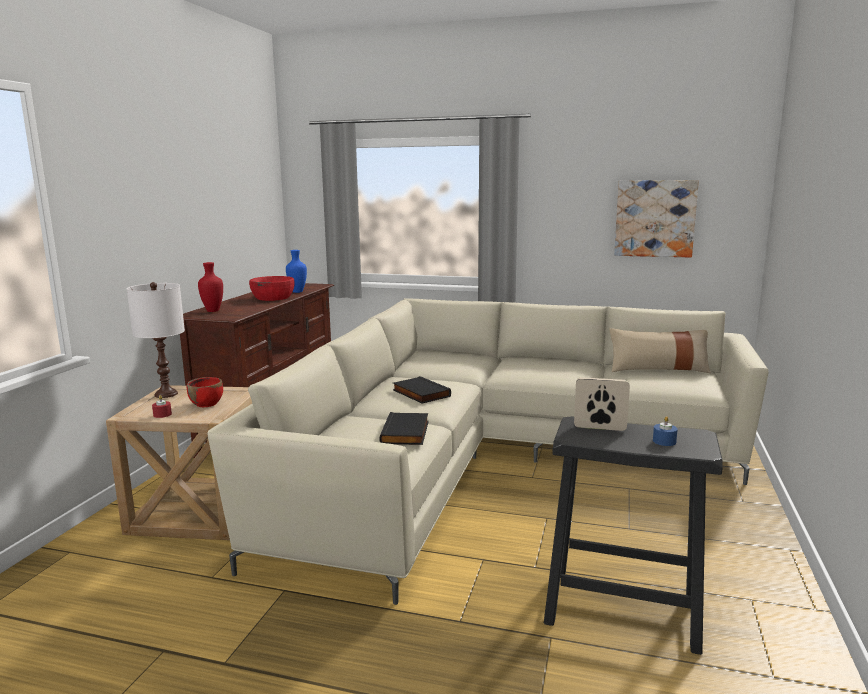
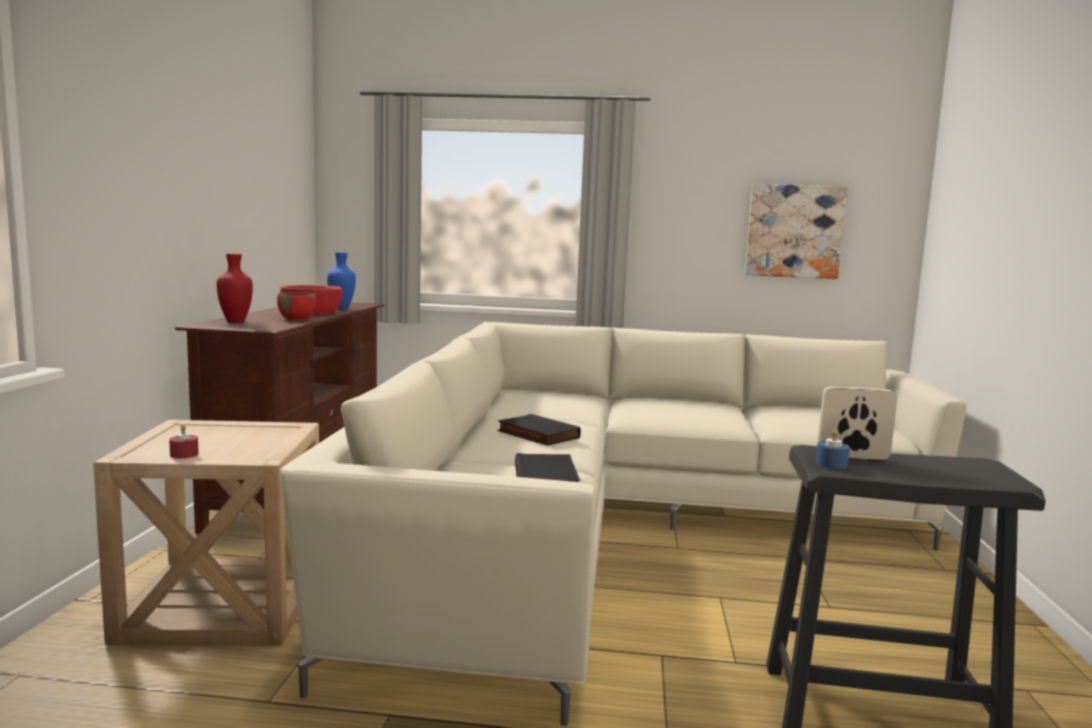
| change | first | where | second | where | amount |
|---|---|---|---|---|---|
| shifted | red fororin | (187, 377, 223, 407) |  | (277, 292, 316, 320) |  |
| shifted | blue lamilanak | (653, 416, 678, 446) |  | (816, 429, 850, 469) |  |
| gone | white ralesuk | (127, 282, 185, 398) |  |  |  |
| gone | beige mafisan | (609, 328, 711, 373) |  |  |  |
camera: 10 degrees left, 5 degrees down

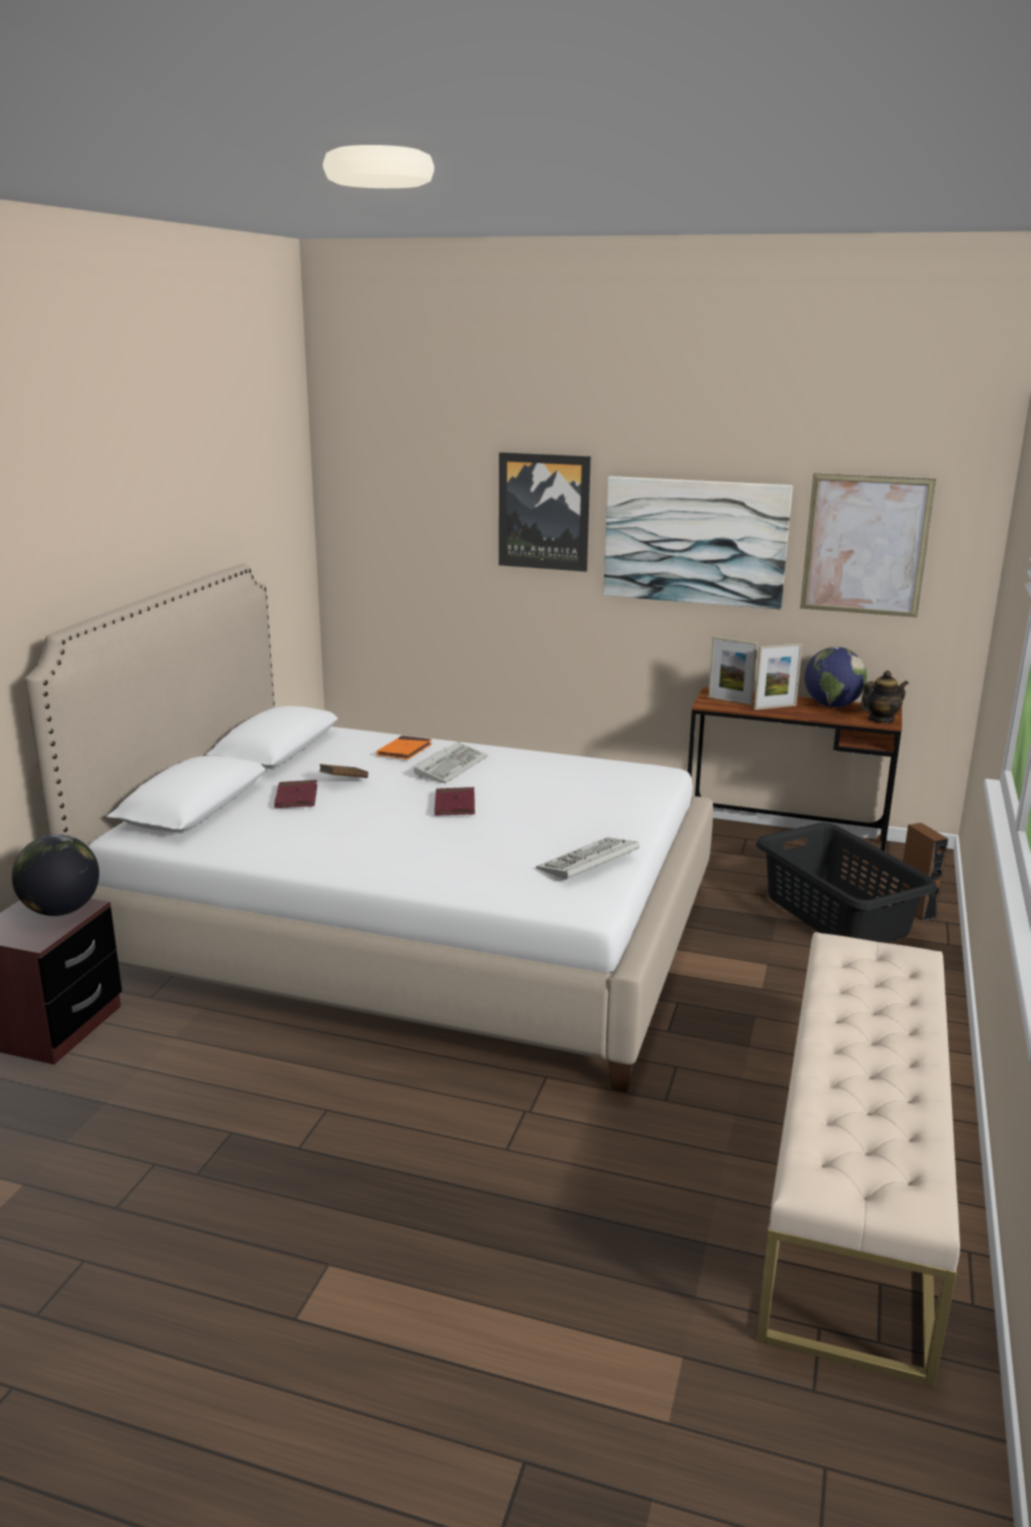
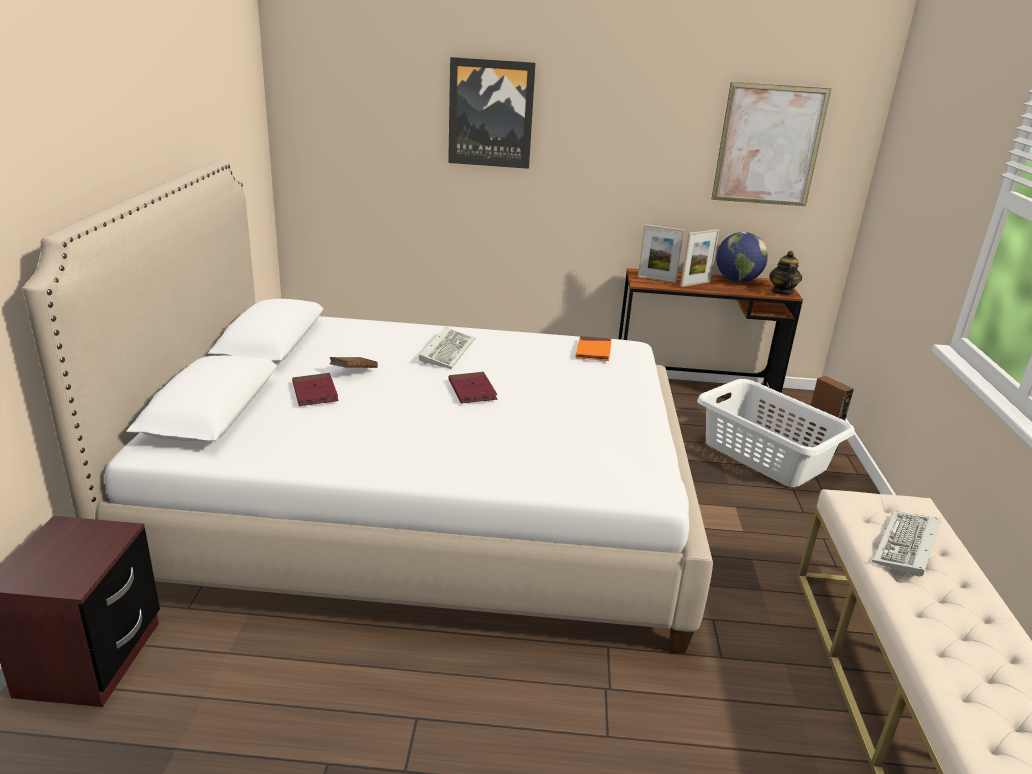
| change | first | where | second | where | amount |
|---|---|---|---|---|---|
| shifted | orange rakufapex | (377, 735, 432, 760) |  | (576, 336, 612, 361) |  |
| repainted | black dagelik | (756, 823, 937, 943) | white dagelik | (697, 379, 855, 487) |  |
| rotated | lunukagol | (860, 670, 909, 723) |  | (769, 251, 802, 295) | 45 degrees counterclockwise |
| shifted | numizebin | (536, 837, 639, 881) |  | (872, 511, 941, 577) |  |
| gone | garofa | (12, 834, 99, 916) |  |  |  |
| gone | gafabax | (603, 476, 793, 609) |  |  |  |
camera: 15 degrees left, 5 degrees up

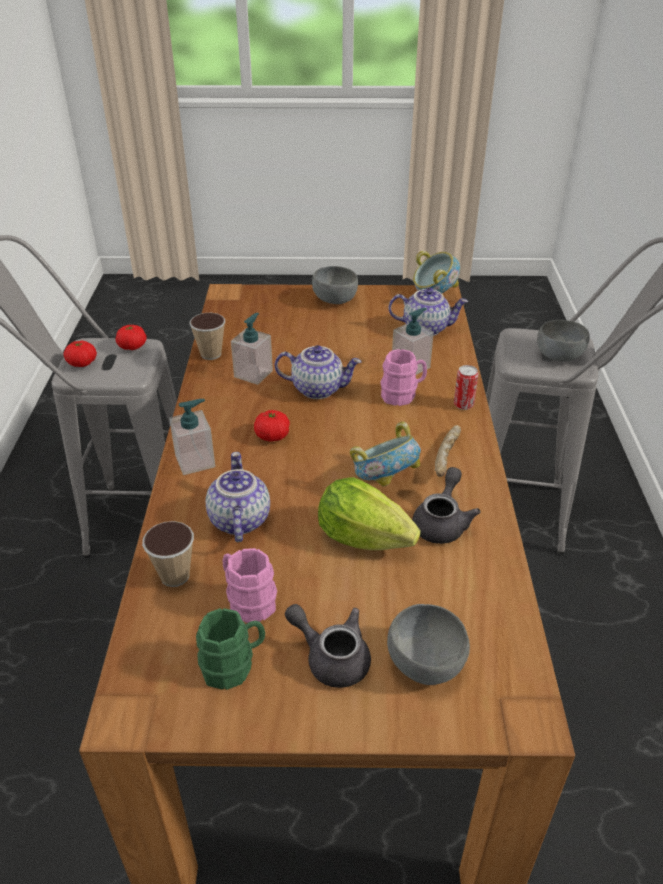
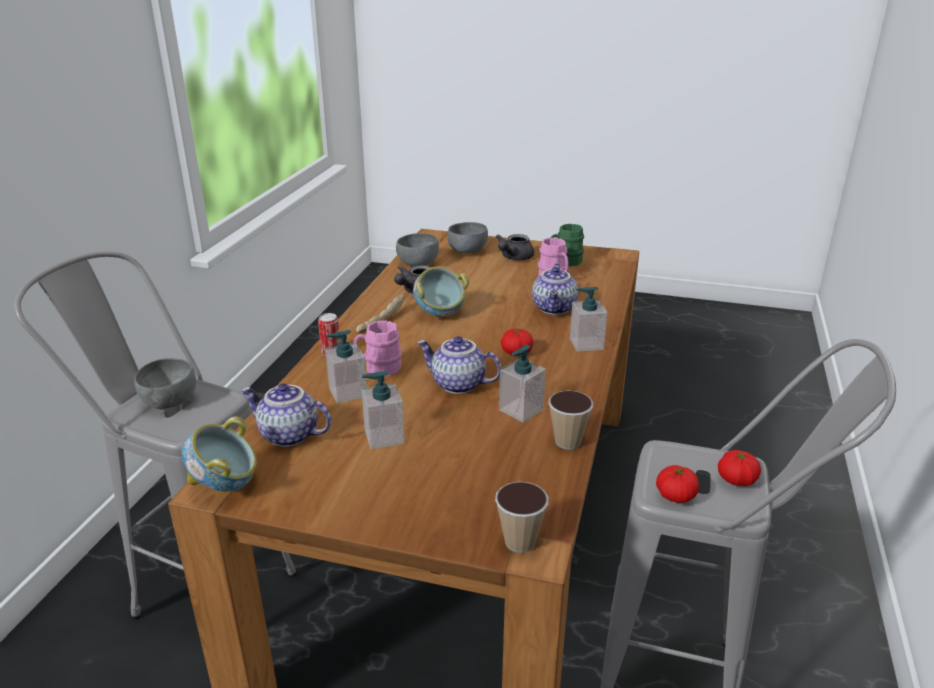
| change | first | where | second | where | amount |
|---|---|---|---|---|---|
| new |  |  | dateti | (362, 371, 404, 449) |  |
| shifted | grey fororin | (312, 266, 358, 304) |  | (396, 233, 439, 267) |  |
| shifted | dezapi | (142, 521, 194, 587) |  | (495, 482, 549, 553) |  |
| rotated | grey lunukagol | (285, 604, 371, 688) |  | (496, 234, 534, 260) | 75 degrees clockwise |
| gone | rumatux | (318, 477, 421, 550) |  |  |  |
camera: 165 degrees left, 10 degrees down

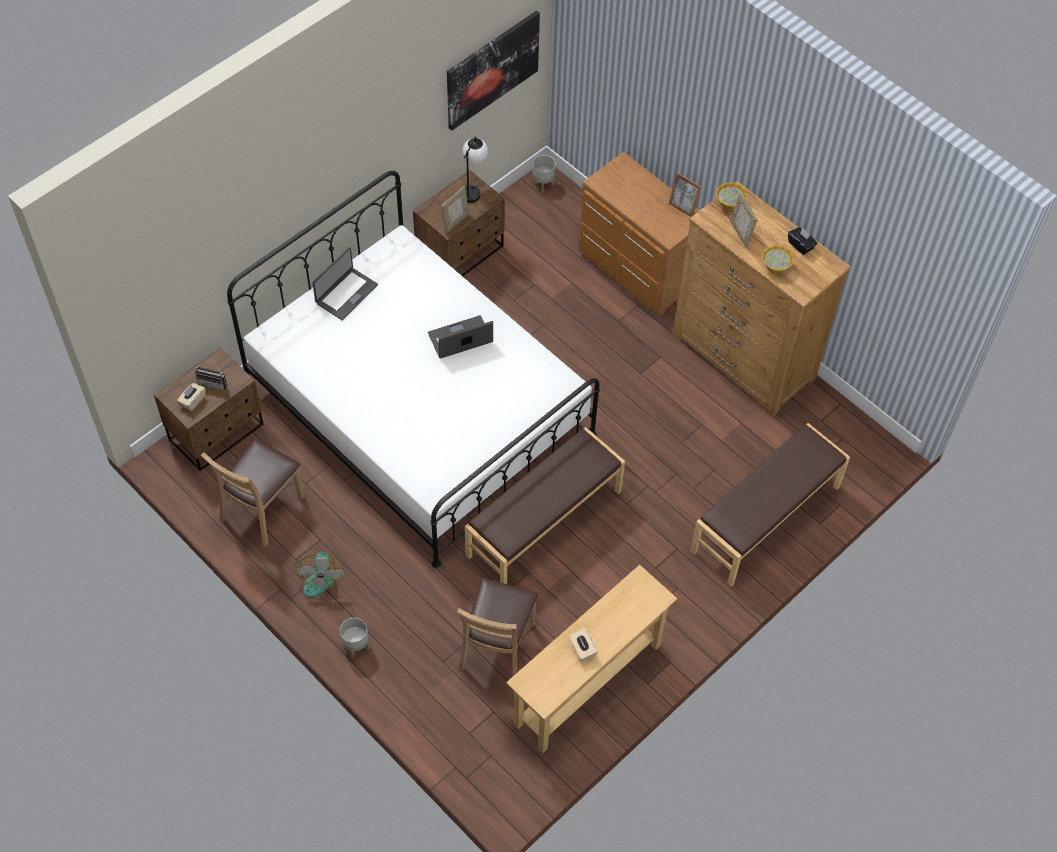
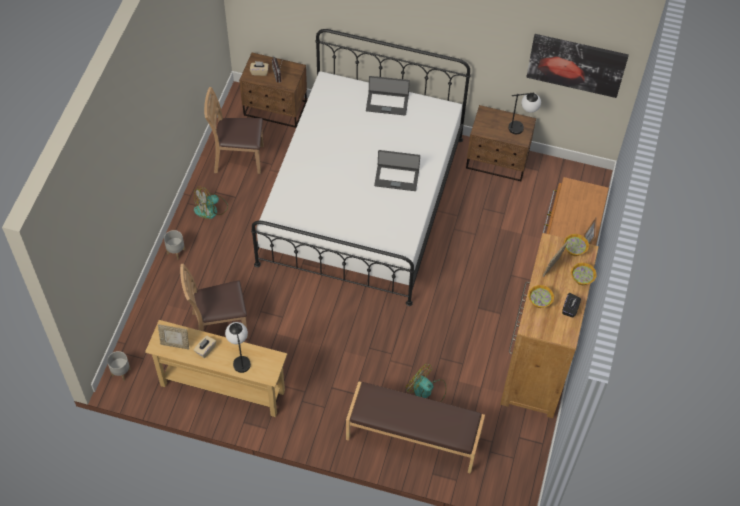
| change | first | where | second | where | amount |
|---|---|---|---|---|---|
| shifted | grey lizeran | (532, 155, 556, 193) |  | (107, 351, 131, 381) |  |
| shifted | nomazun | (441, 186, 469, 234) |  | (158, 324, 189, 350) |  |
| new |  |  | ralesuk | (225, 322, 251, 373) |  |
| rotated | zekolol | (428, 315, 493, 359) |  | (374, 150, 420, 191) | 150 degrees clockwise |
| new |  |  | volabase | (405, 364, 446, 402) |  |
| new |  |  | fororin | (571, 263, 597, 285) |  |
| gone | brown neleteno | (465, 427, 625, 584) |  |  |  |
camera: 60 degrees right, 0 degrees up

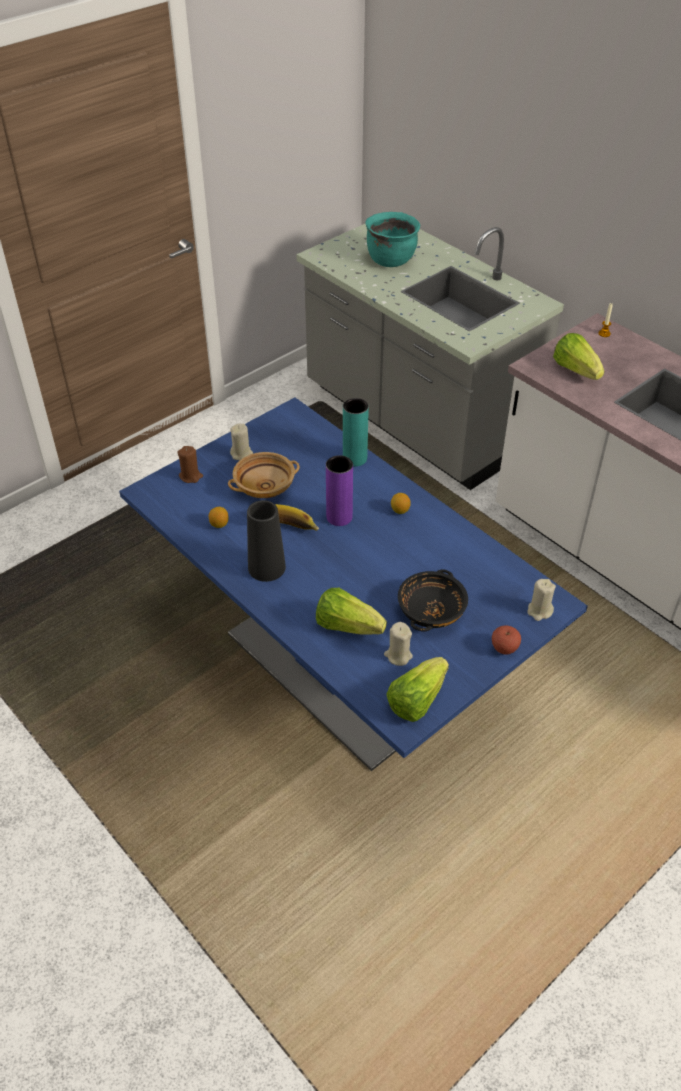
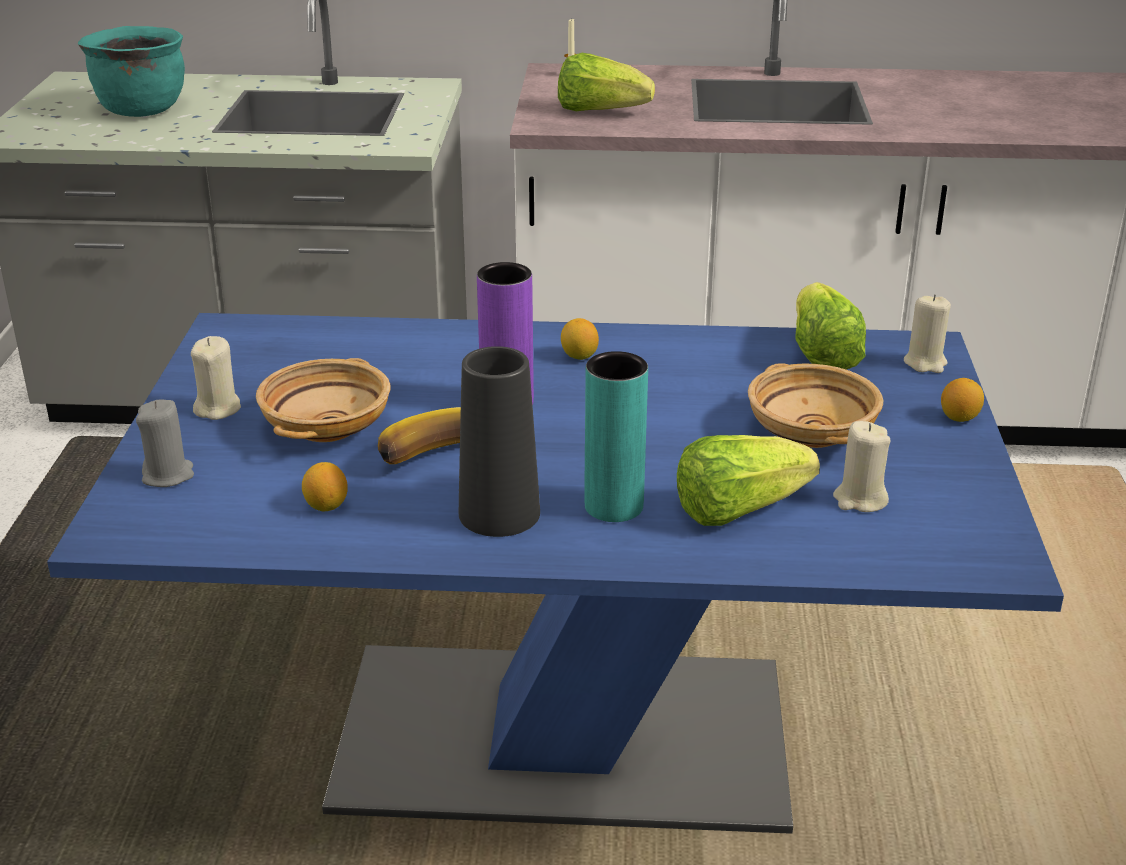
| change | first | where | second | where | amount |
|---|---|---|---|---|---|
| repainted | brown lamilanak | (177, 446, 203, 483) | grey lamilanak | (136, 399, 194, 487) |  |
| shifted | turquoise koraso | (343, 398, 369, 466) |  | (584, 351, 648, 522) |  |
| repainted | black fororin | (398, 569, 468, 632) | beige fororin | (748, 363, 884, 448) |  |
| shifted | rumatux | (386, 657, 449, 722) |  | (795, 282, 866, 370) |  |
| swapped | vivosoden | (492, 625, 521, 655) | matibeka | (941, 378, 984, 422) |  |
camera: 45 degrees left, 15 degrees down

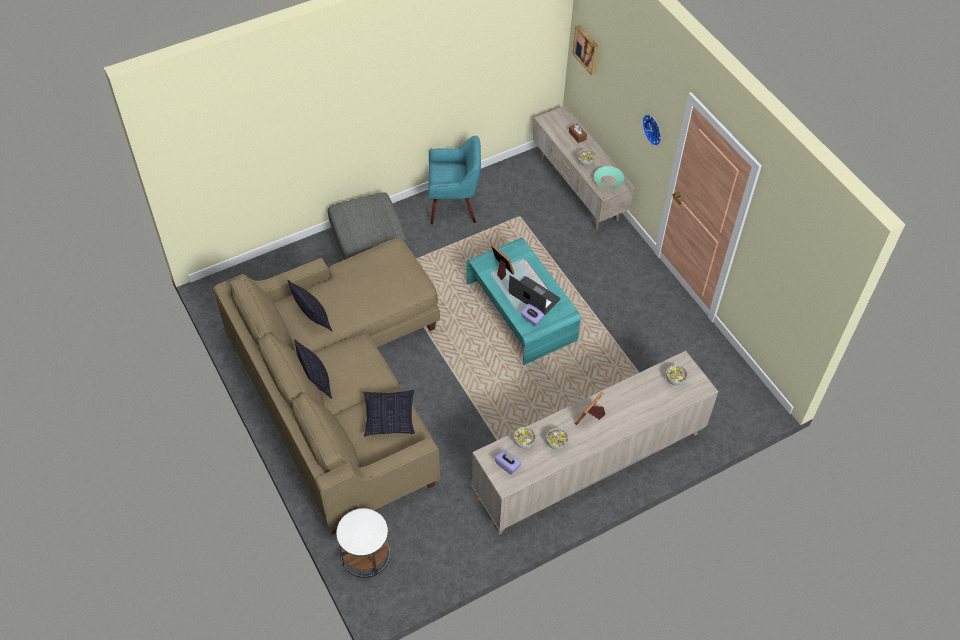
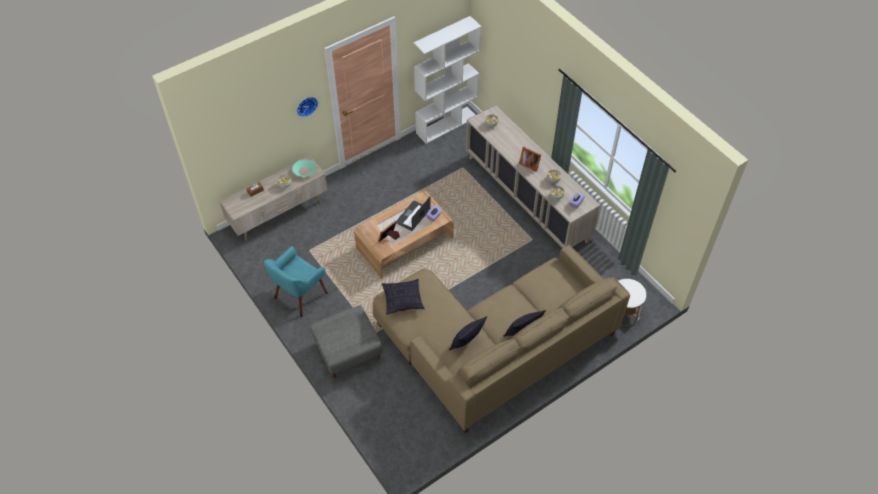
| change | first | where | second | where | amount |
|---|---|---|---|---|---|
| rotated | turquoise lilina | (428, 136, 481, 225) |  | (264, 246, 328, 317) | 135 degrees counterclockwise |
| repainted | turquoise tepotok | (466, 238, 581, 365) | brown tepotok | (354, 191, 454, 279) |  |
| shifted | mafisan | (364, 390, 415, 437) |  | (382, 279, 425, 315) |  |
| new |  |  | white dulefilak | (413, 16, 482, 144) |  |
| gone | gafabax | (573, 25, 599, 75) |  |  |  |
camera: 95 degrees left, 0 degrees up

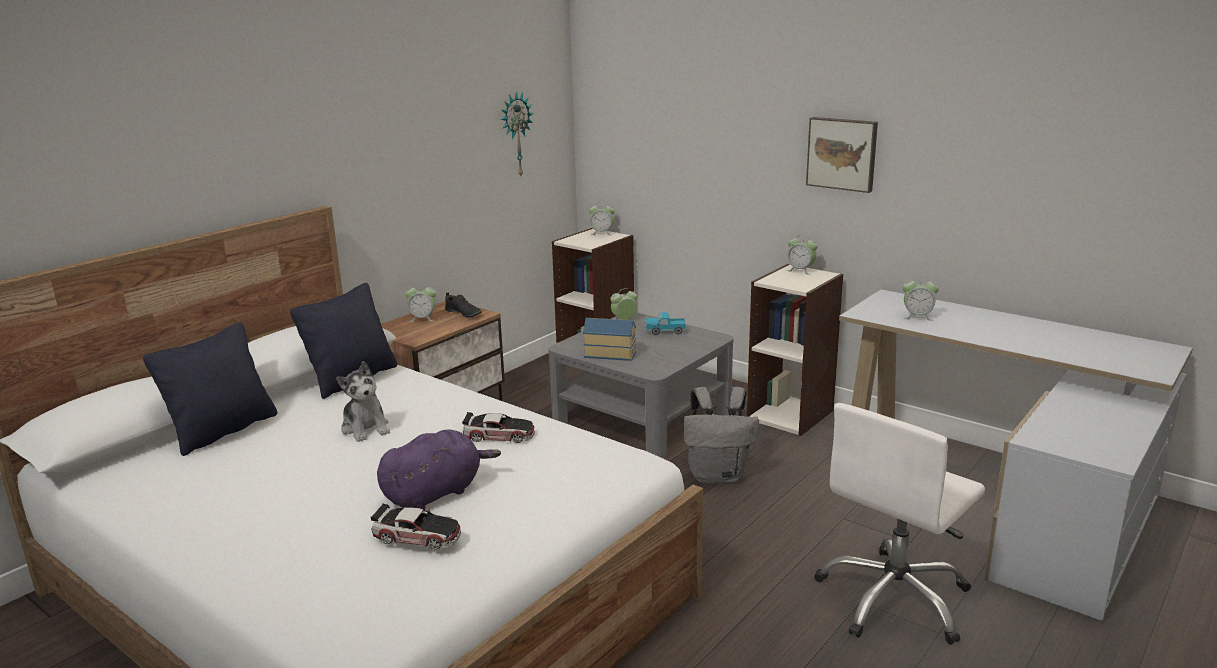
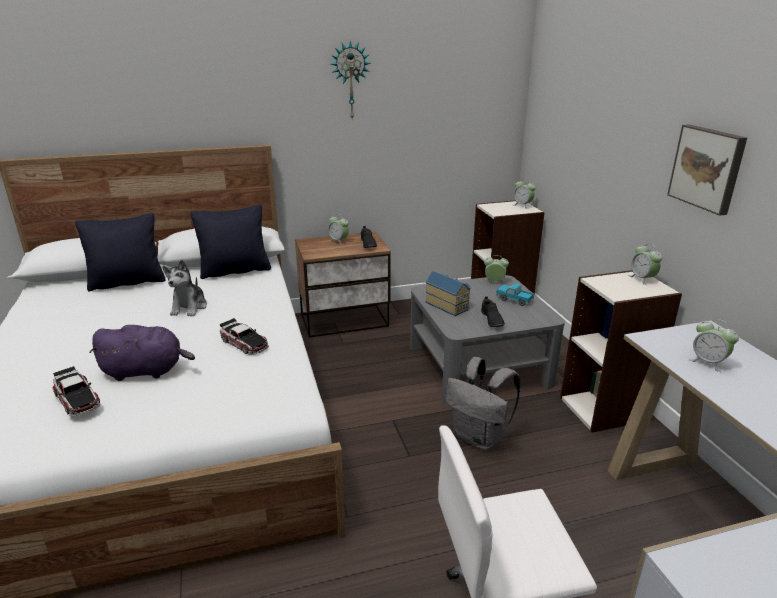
| change | first | where | second | where | amount |
|---|---|---|---|---|---|
| shifted | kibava | (501, 92, 534, 176) |  | (331, 40, 371, 119) |  |
| new |  |  | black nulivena | (481, 296, 505, 327) |  |
camera: 35 degrees right, 5 degrees up

